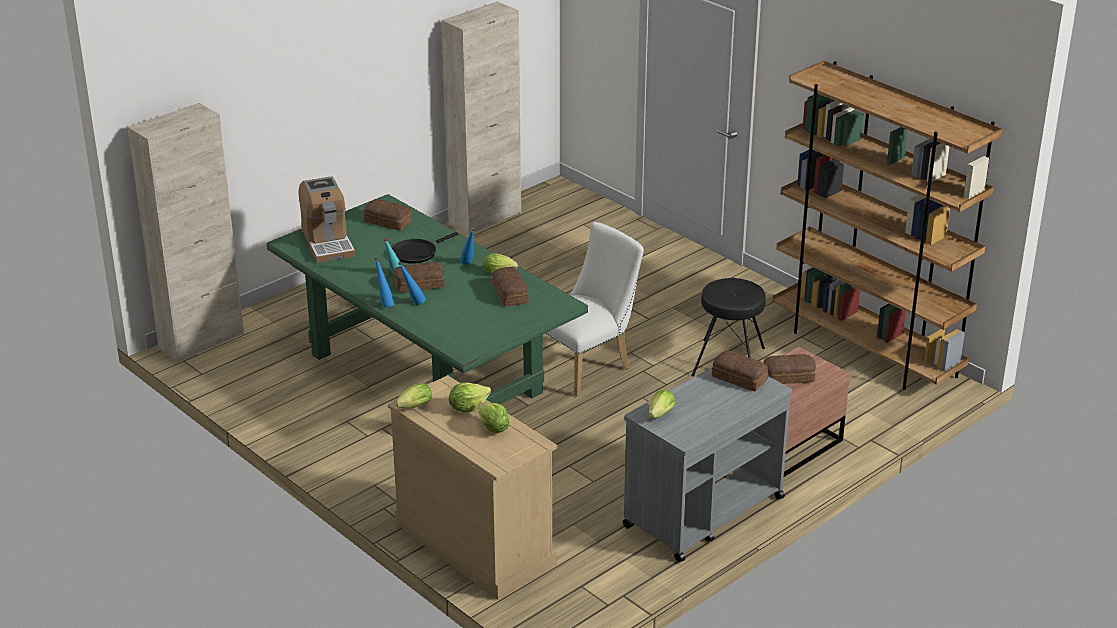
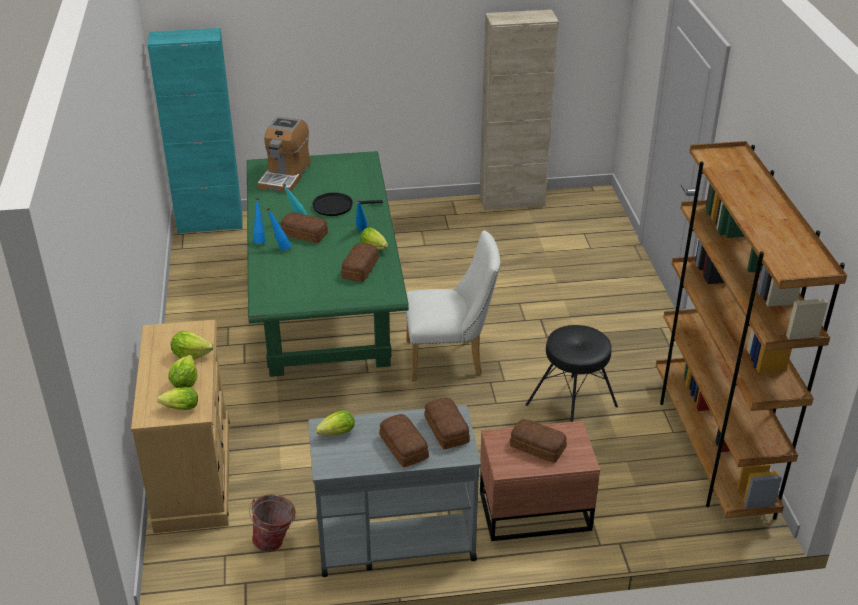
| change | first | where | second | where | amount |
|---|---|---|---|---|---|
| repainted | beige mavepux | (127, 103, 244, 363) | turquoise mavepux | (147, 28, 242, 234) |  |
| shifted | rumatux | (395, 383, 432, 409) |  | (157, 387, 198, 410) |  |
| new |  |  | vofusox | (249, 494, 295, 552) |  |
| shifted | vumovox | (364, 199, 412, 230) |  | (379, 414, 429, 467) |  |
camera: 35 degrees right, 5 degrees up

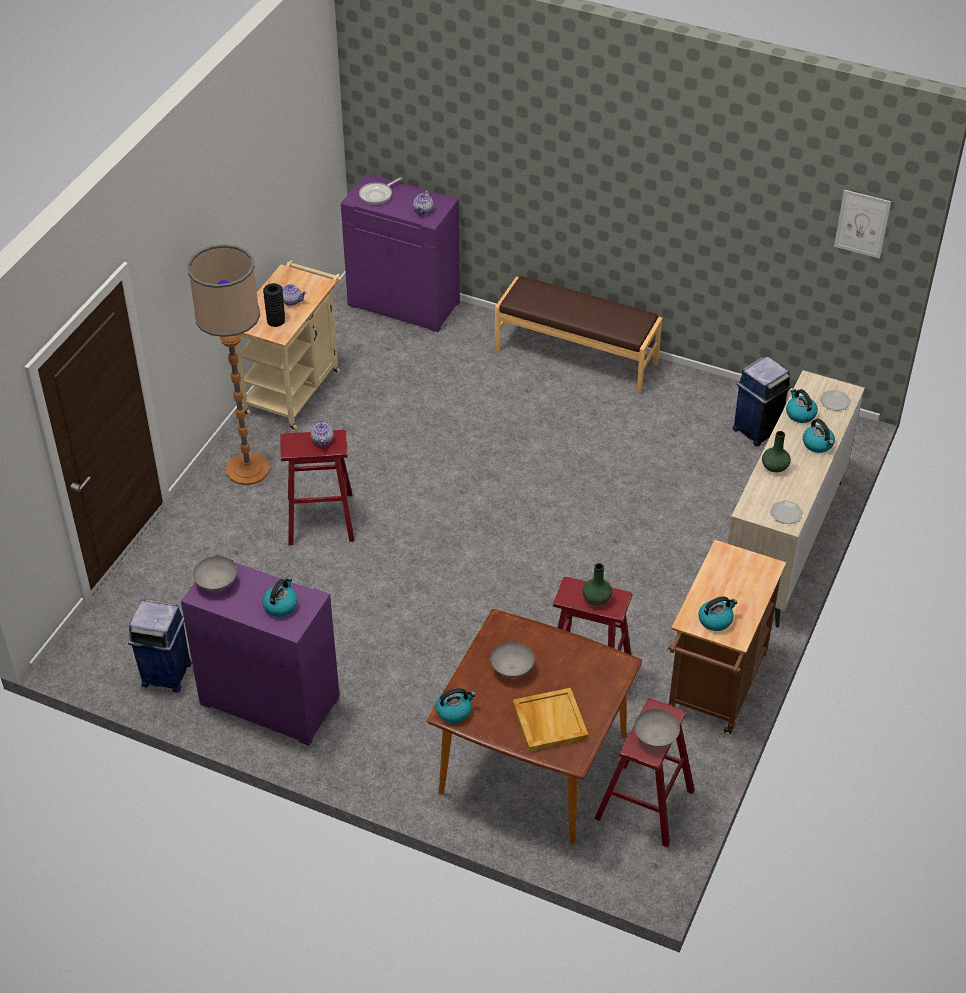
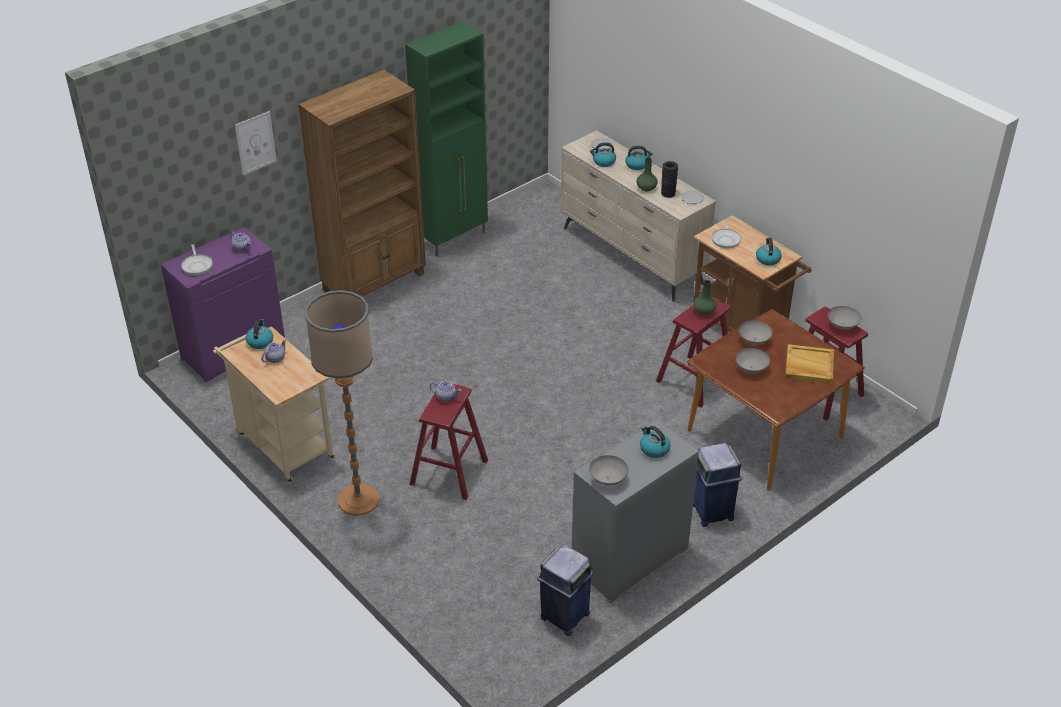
| change | first | where | second | where | amount |
|---|---|---|---|---|---|
| shifted | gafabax | (834, 190, 891, 259) |  | (235, 111, 277, 175) |  |
| shifted | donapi | (436, 688, 476, 723) |  | (246, 319, 273, 349) |  |
| swapped | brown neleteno | (495, 276, 662, 394) | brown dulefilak | (298, 70, 426, 296) |  |
| new |  |  | green mavepux | (405, 22, 488, 257) |  |
| repainted | purple mavepux | (181, 554, 340, 746) | grey mavepux | (572, 420, 699, 603) |  |
| shifted | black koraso | (263, 283, 285, 327) |  | (661, 161, 678, 198) |  |
| shifted | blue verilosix | (732, 356, 791, 447) |  | (693, 443, 742, 527) |  |
| new |  |  | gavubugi | (711, 219, 741, 248) |  |
| new |  |  | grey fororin | (739, 320, 773, 345) |  |
camera: 65 degrees left, 5 degrees down

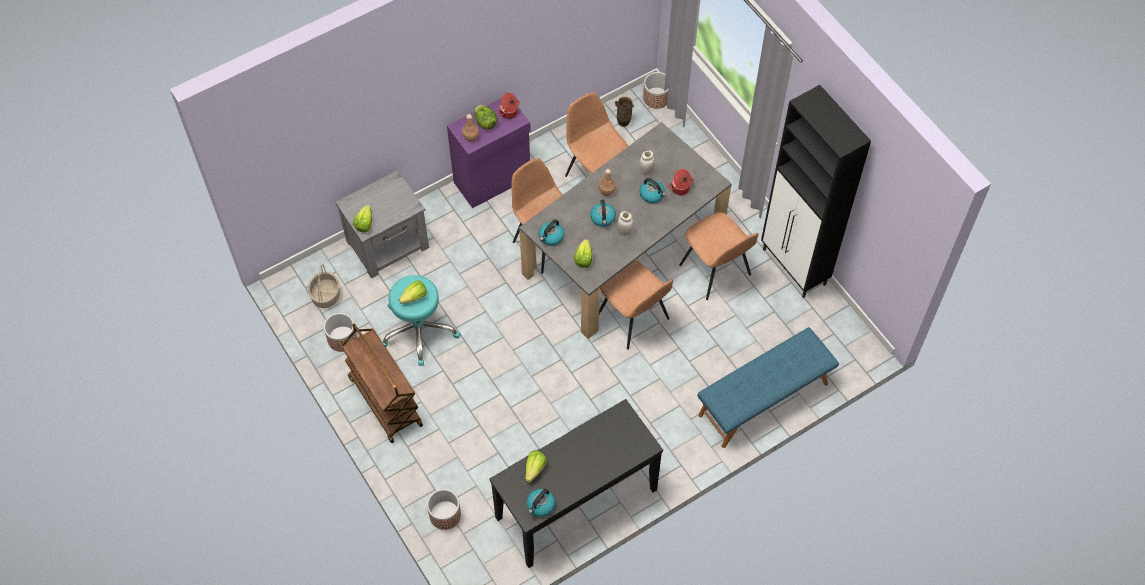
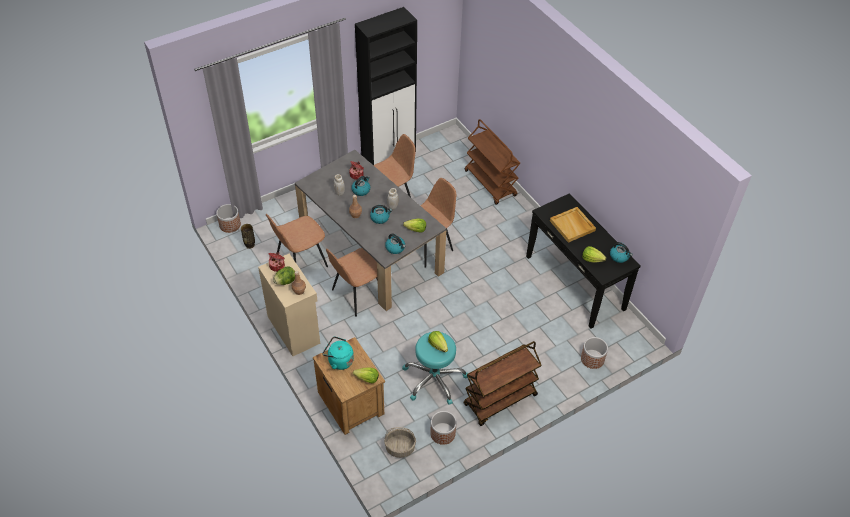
| change | first | where | second | where | amount |
|---|---|---|---|---|---|
| repainted | purple mavepux | (447, 98, 531, 208) | beige mavepux | (258, 254, 320, 356) |  |
| repainted | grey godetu | (335, 170, 429, 279) | brown godetu | (313, 337, 385, 435) |  |
| new |  |  | turquoise donapi | (323, 336, 354, 370) |  |
| swapped | blue neleteno | (698, 327, 839, 448) | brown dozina | (464, 119, 520, 205) |  |
| new |  |  | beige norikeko | (550, 207, 596, 243) |  |
camera: 90 degrees left, 10 degrees down

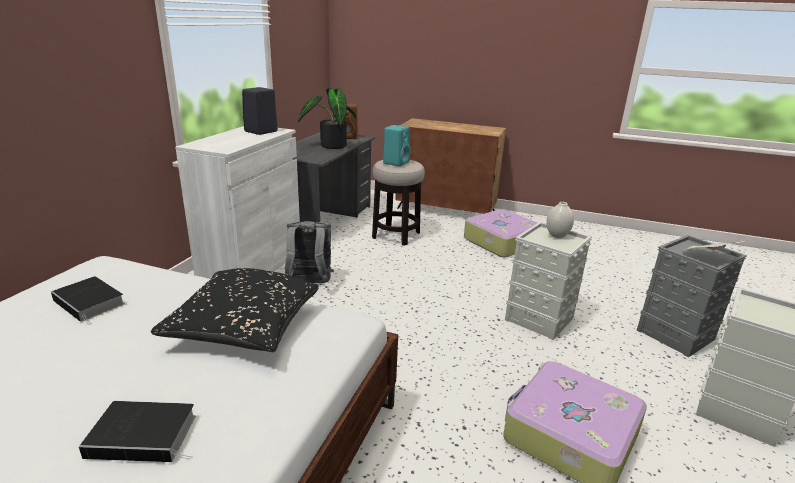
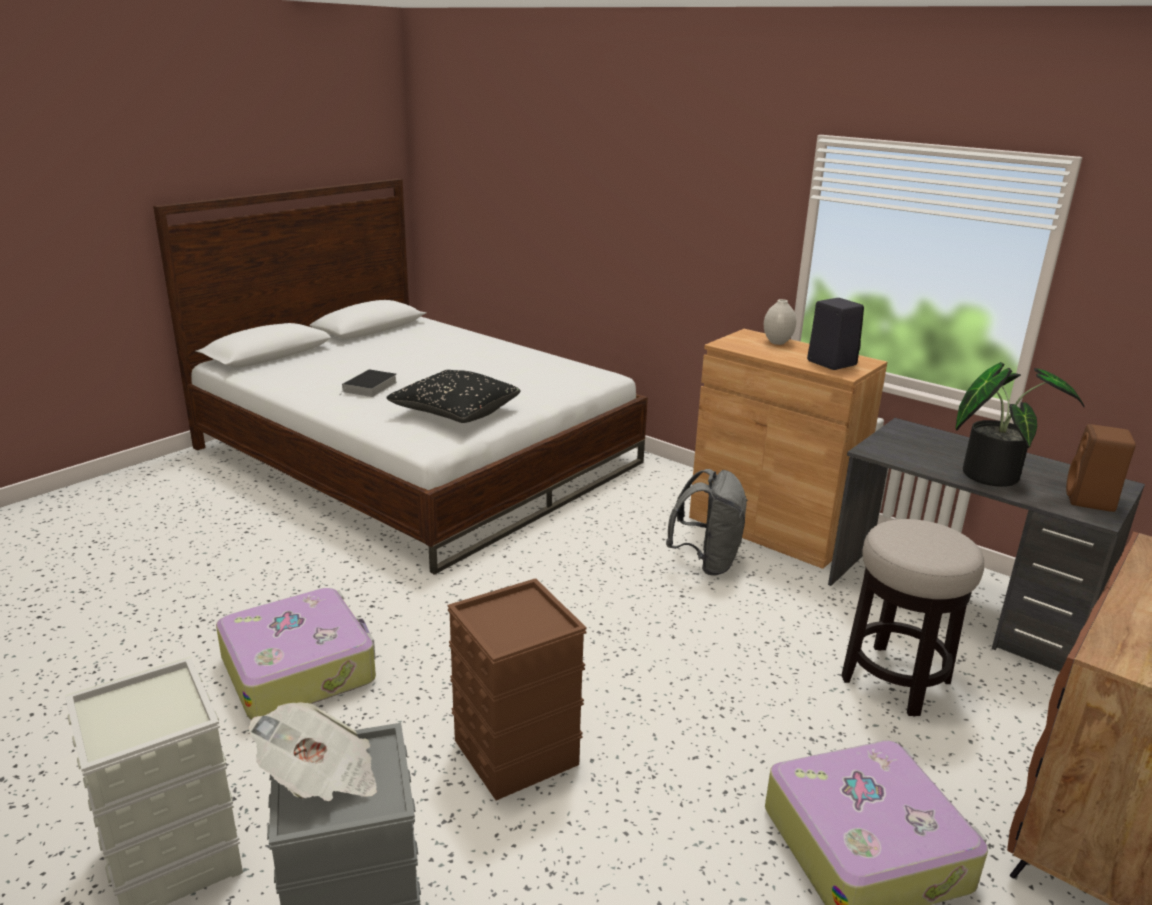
| change | first | where | second | where | amount |
|---|---|---|---|---|---|
| repainted | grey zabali | (505, 222, 592, 340) | brown zabali | (448, 578, 587, 800) |  |
| repainted | white mavepux | (175, 126, 300, 279) | brown mavepux | (689, 329, 887, 569) |  |
| shifted | white koraso | (546, 202, 574, 238) |  | (764, 299, 796, 345) |  |
| gone | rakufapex | (51, 276, 125, 325) |  |  |  |
| gone | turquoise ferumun | (383, 125, 410, 166) |  |  |  |
camera: 110 degrees right, 0 degrees up

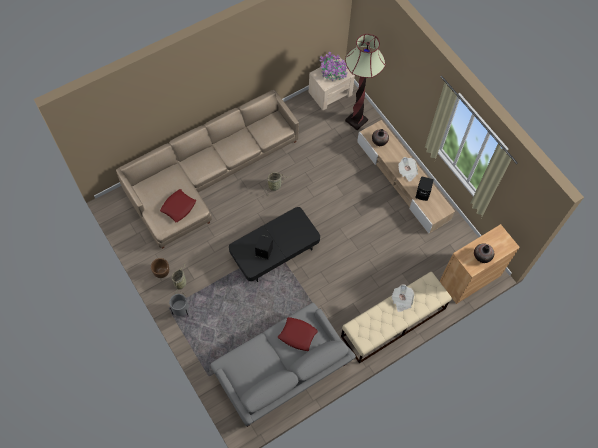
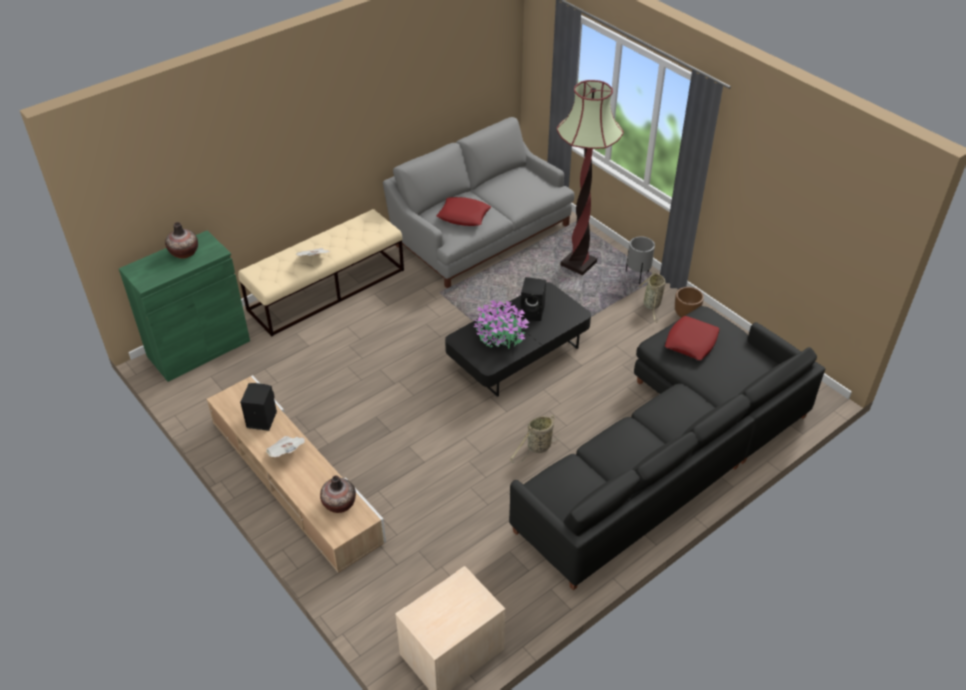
| change | first | where | second | where | amount |
|---|---|---|---|---|---|
| repainted | brown mavepux | (440, 224, 520, 304) | green mavepux | (119, 230, 250, 382) |  |
| shifted | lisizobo | (319, 52, 348, 81) |  | (474, 298, 530, 349) |  |
| repainted | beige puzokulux | (116, 90, 299, 249) | black puzokulux | (509, 306, 825, 590) |  |
| shifted | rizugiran | (345, 34, 386, 130) |  | (557, 80, 624, 275) |  |
camera: 175 degrees right, 20 degrees down

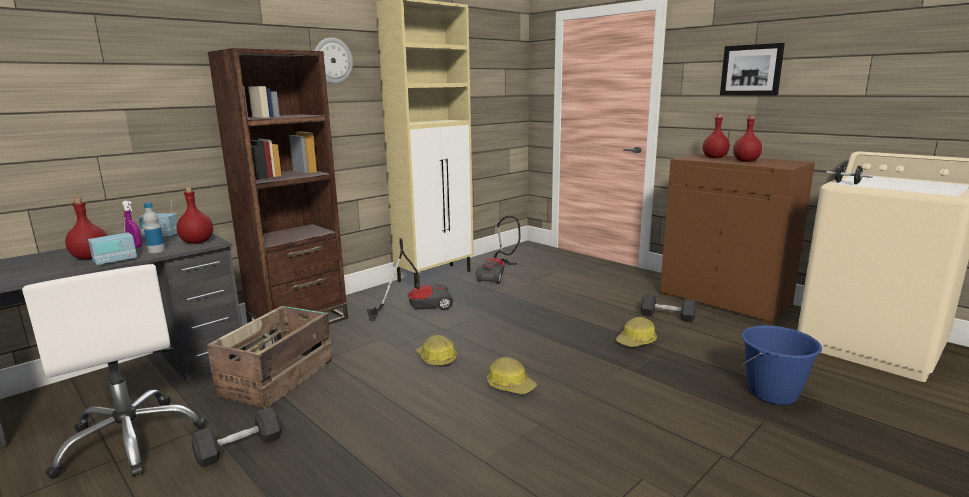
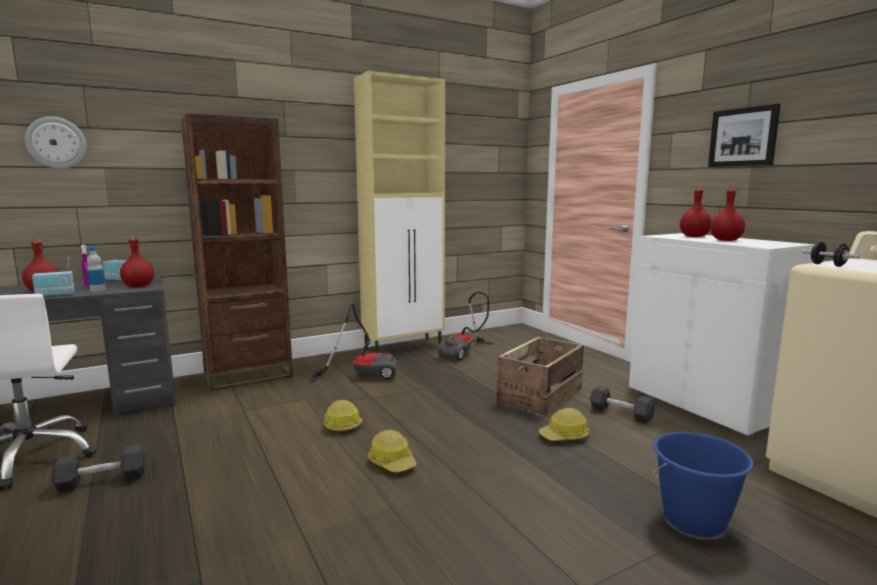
| change | first | where | second | where | amount |
|---|---|---|---|---|---|
| shifted | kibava | (315, 37, 353, 84) |  | (25, 117, 87, 169) |  |
| shifted | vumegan | (207, 306, 333, 408) |  | (497, 337, 584, 415) |  |
| repainted | brown mavepux | (660, 153, 815, 324) | white mavepux | (629, 233, 815, 438) |  |
camera: 15 degrees right, 5 degrees down

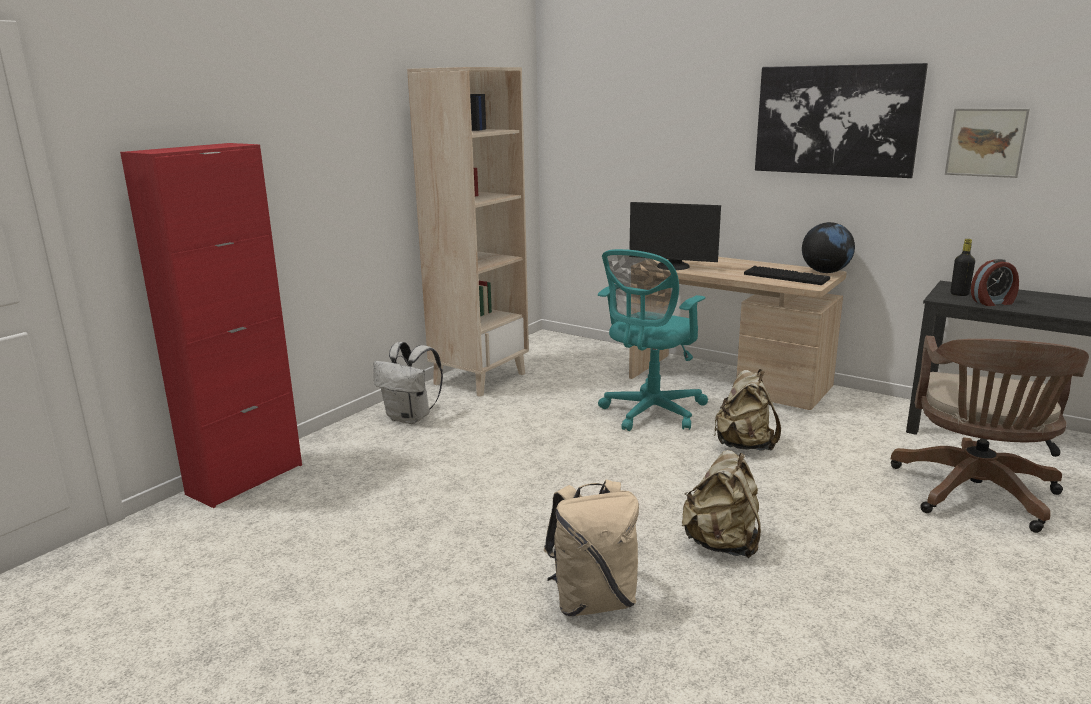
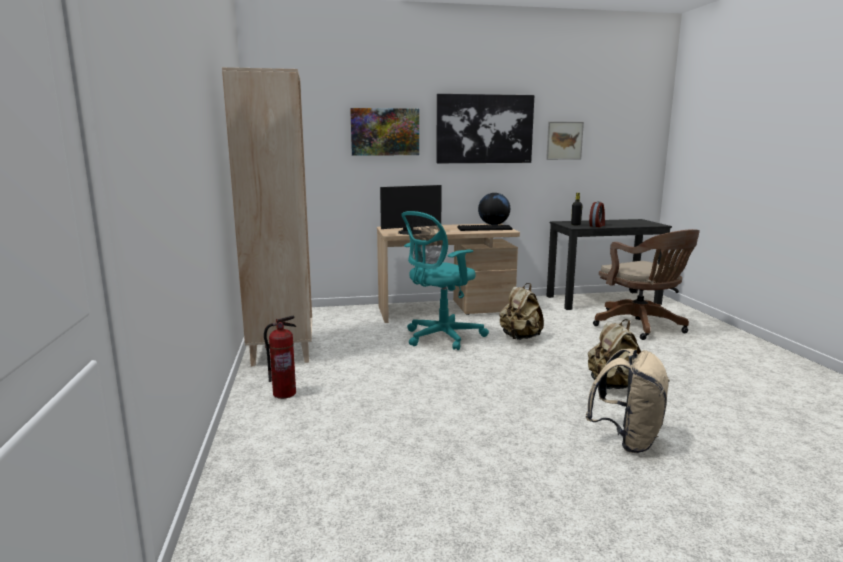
| change | first | where | second | where | amount |
|---|---|---|---|---|---|
| swapped | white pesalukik | (374, 342, 443, 424) | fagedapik | (264, 315, 296, 399) |  |
| new |  |  | gafabax | (350, 108, 419, 156) |  |
| rotated | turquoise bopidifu | (598, 249, 708, 431) |  | (401, 211, 489, 350) | 60 degrees clockwise |
| gone | red mavepux | (120, 143, 302, 508) |  |  |  |
camera: 45 degrees left, 5 degrees down

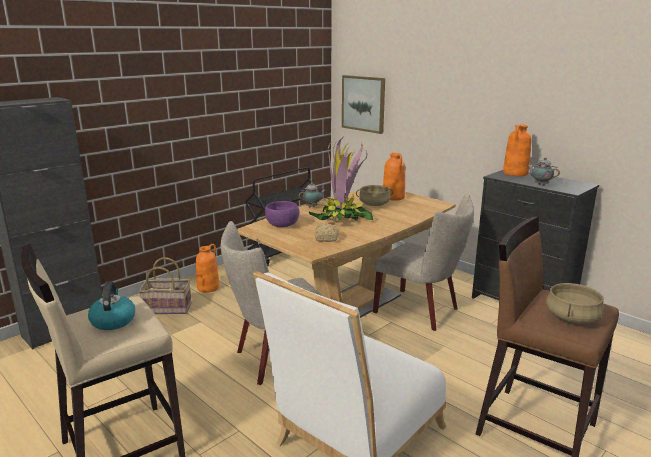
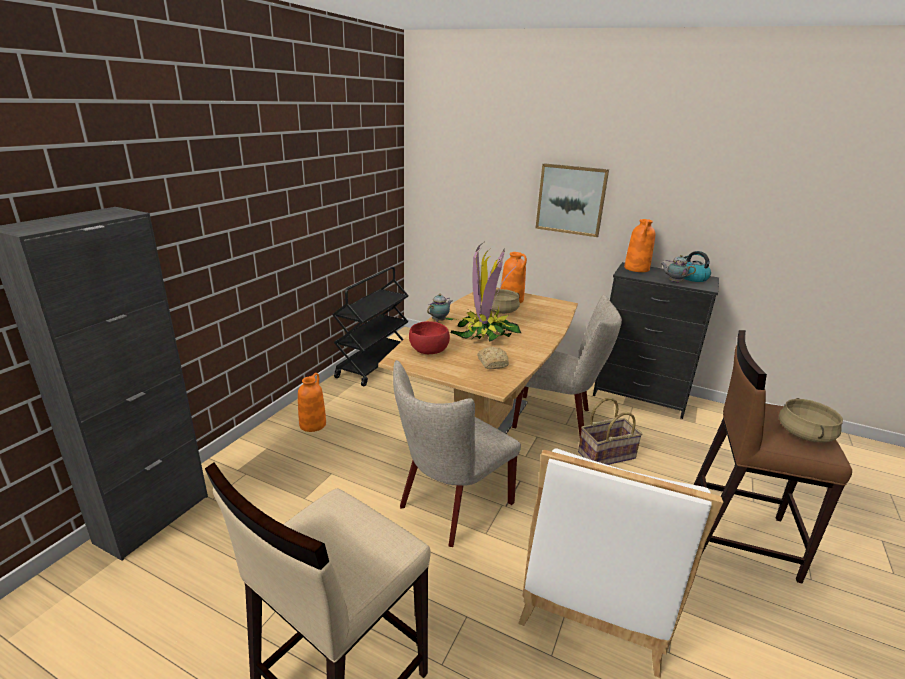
| change | first | where | second | where | amount |
|---|---|---|---|---|---|
| repainted | purple fororin | (265, 201, 299, 227) | red fororin | (409, 321, 450, 354) |  |
| shifted | gafabax | (342, 75, 385, 134) |  | (535, 163, 609, 237) |  |
| shifted | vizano | (139, 257, 192, 314) |  | (578, 398, 643, 465) |  |
| shifted | donapi | (88, 281, 135, 330) |  | (683, 251, 711, 282) |  |
camera: 20 degrees left, 5 degrees up

